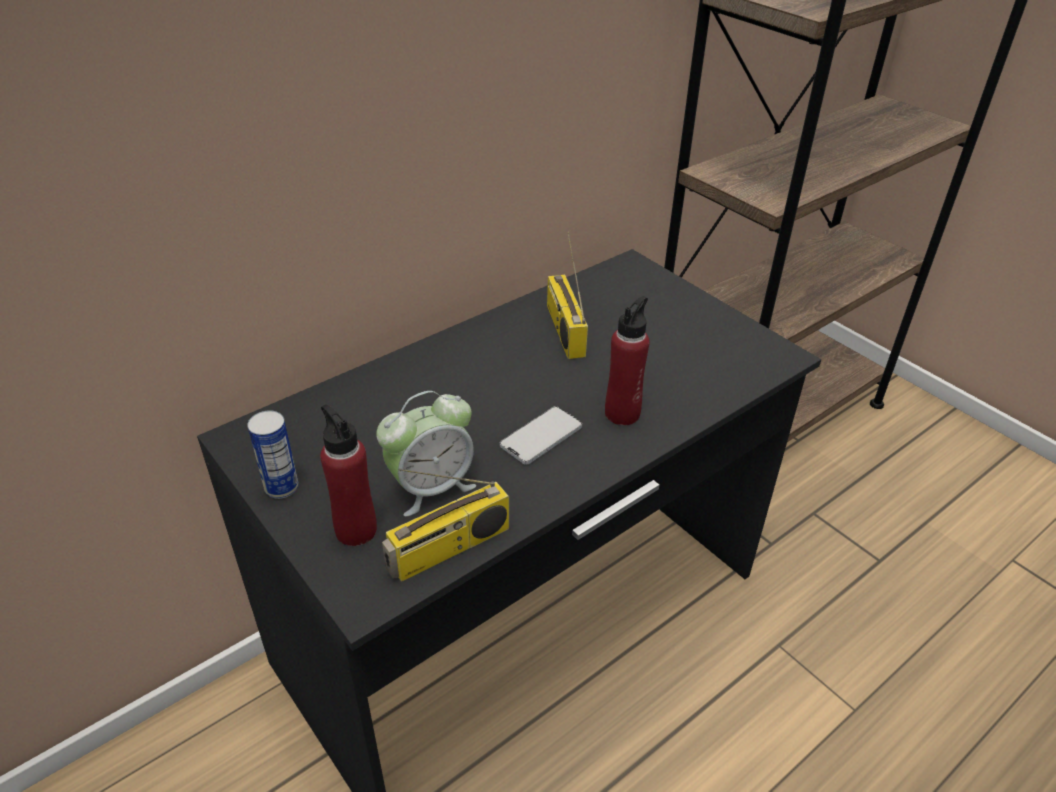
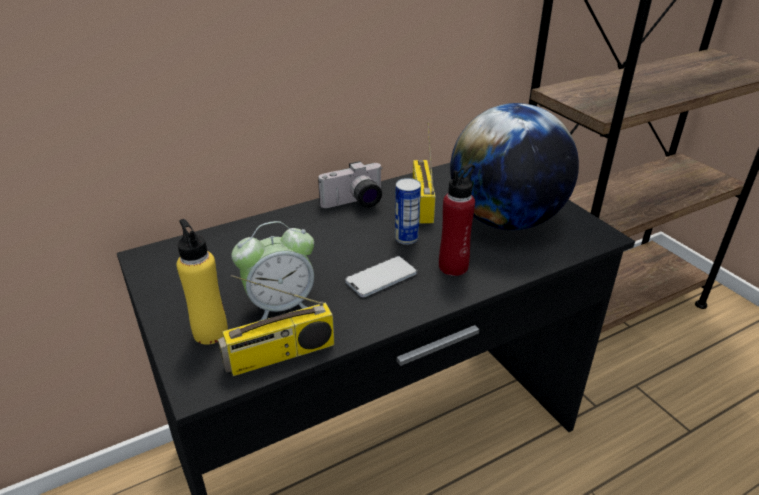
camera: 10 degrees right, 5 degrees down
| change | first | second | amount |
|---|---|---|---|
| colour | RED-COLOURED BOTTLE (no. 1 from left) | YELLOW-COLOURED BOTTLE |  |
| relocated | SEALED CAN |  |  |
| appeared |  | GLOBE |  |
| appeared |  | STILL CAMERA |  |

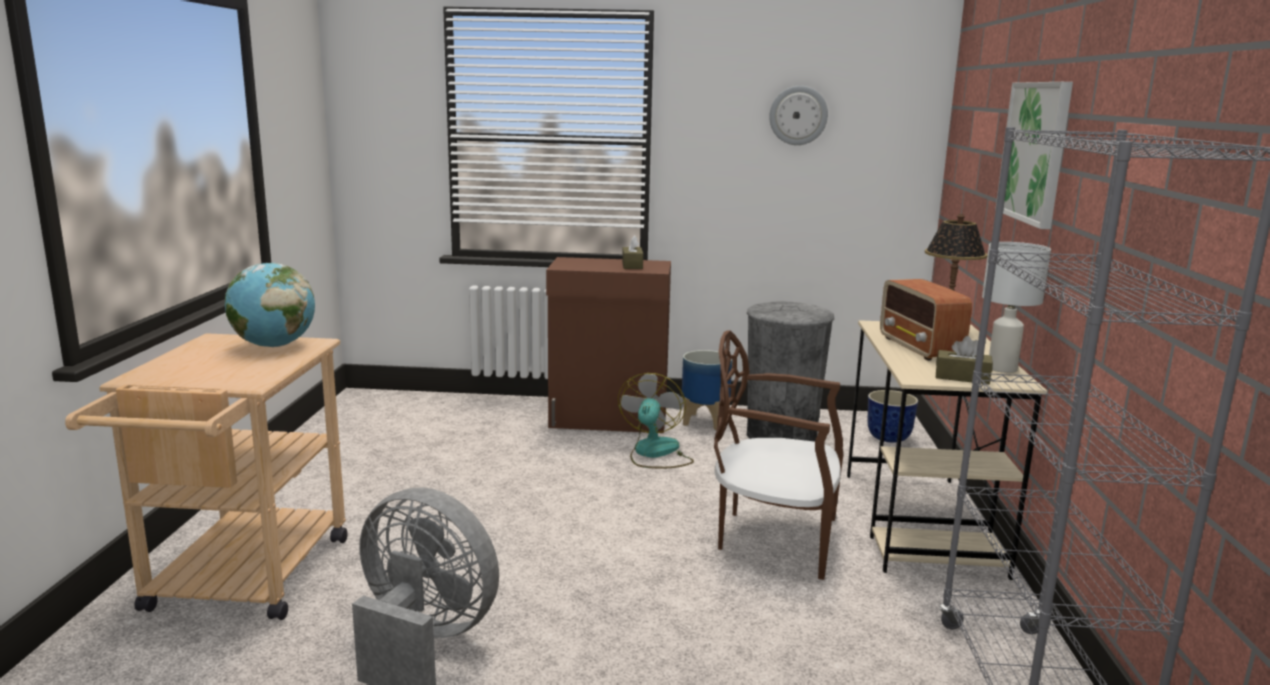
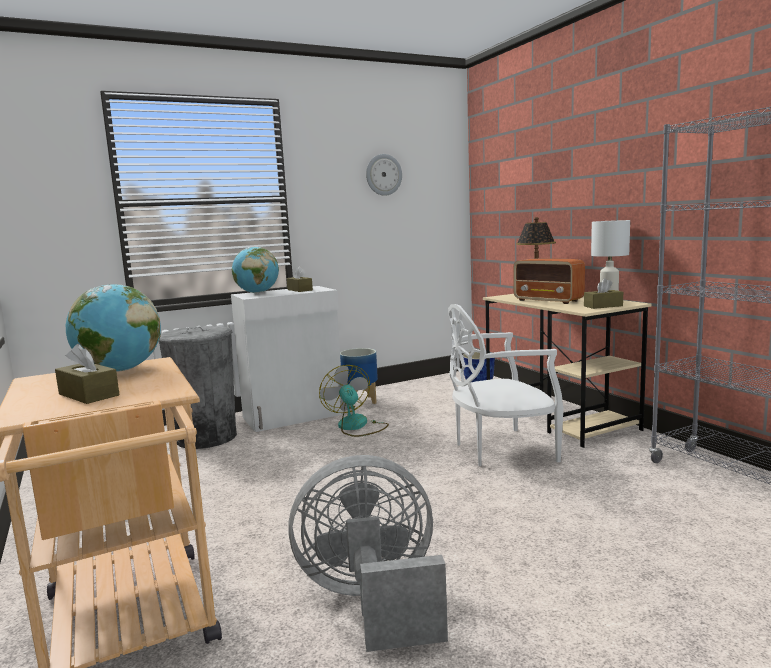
camera: 30 degrees left, 5 degrees down
| change | first | second | amount |
|---|---|---|---|
| missing | PICTURE |  |  |
| colour | BROWN-COLOURED CUPBOARD | WHITE-COLOURED CUPBOARD |  |
| relocated | GRAY WASTE BIN |  |  |
| colour | BROWN-COLOURED PLAIN CHAIR | WHITE-COLOURED PLAIN CHAIR |  |
| appeared |  | GLOBE (no. 2 from left) |  |
| appeared |  | BROWN-COLOURED TISSUE HOLDER (no. 1 from left) |  |

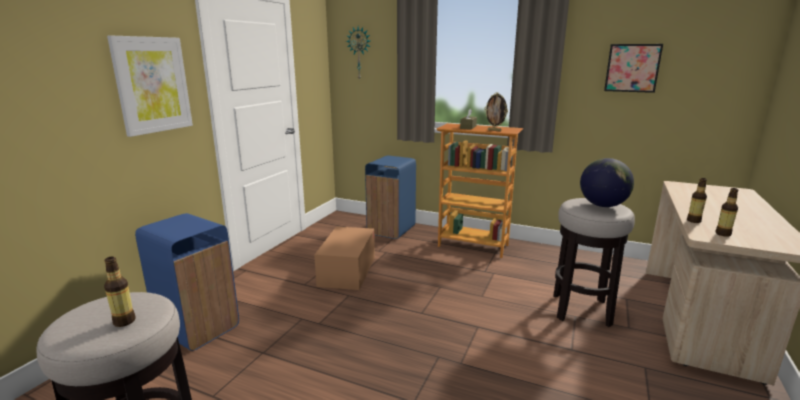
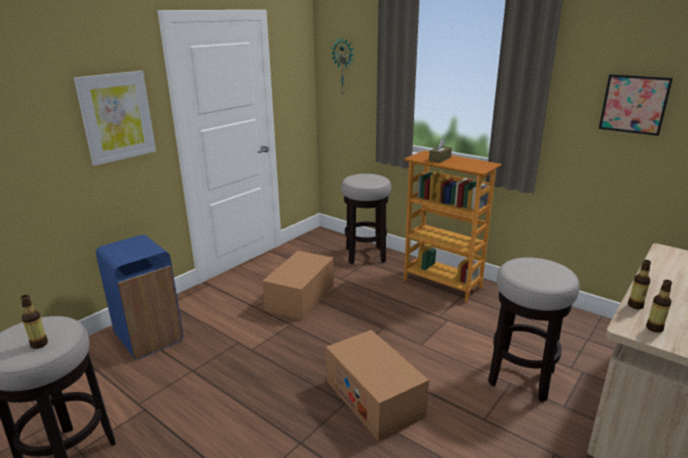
camera: 15 degrees right, 5 degrees up
| change | first | second | amount |
|---|---|---|---|
| missing | STANDING FRAME |  |  |
| exchanged | BLUE WASTE BIN (no. 2 from left) | STOOL (no. 2 from left) |  |
| missing | GLOBE |  |  |
| appeared |  | CARTON (no. 2 from left) |  |

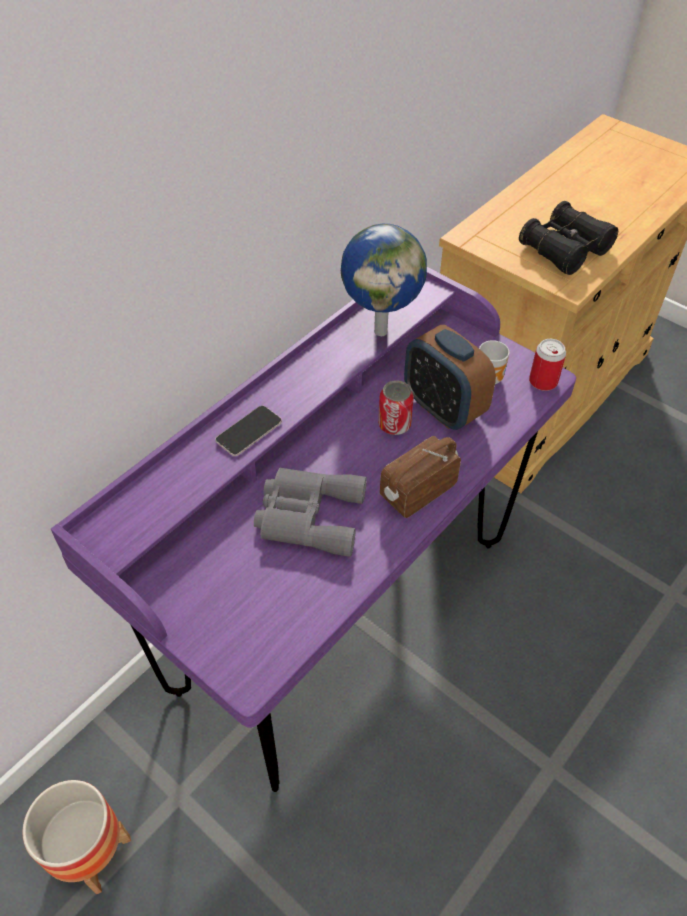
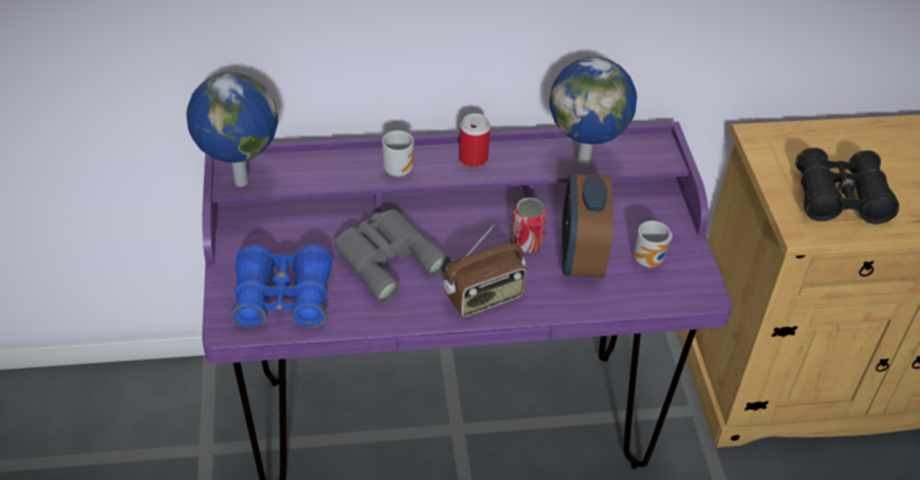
camera: 40 degrees right, 5 degrees down
| change | first | second | amount |
|---|---|---|---|
| relocated | SEALED CAN (no. 2 from left in the first image) | SEALED CAN (no. 1 from left) |  |
| exchanged | PHONE | COFFEE MUG (no. 1 from left) |  |
| spun | RADIO |  | 150 degrees clockwise |
| missing | FLOWER POT |  |  |
| appeared |  | GLOBE (no. 1 from left) |  |
| appeared |  | BLUE PAIR OF BINOCULARS |  |

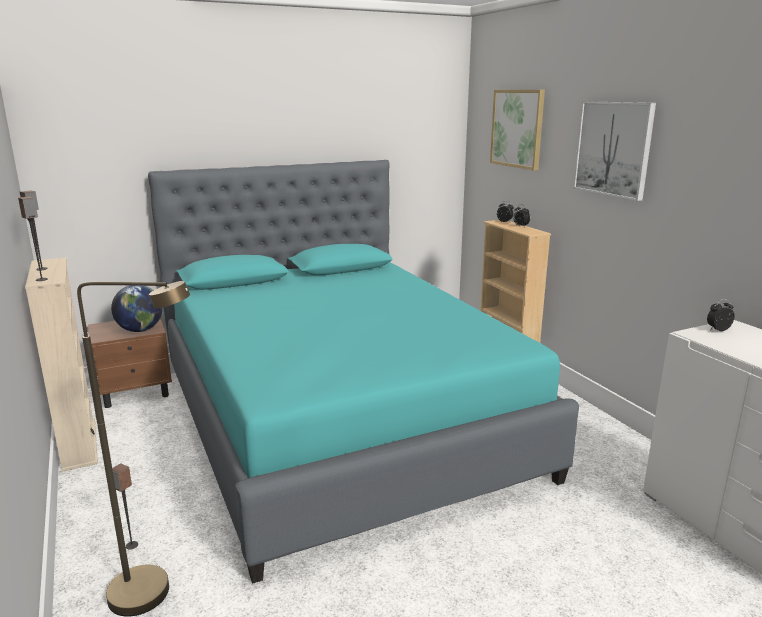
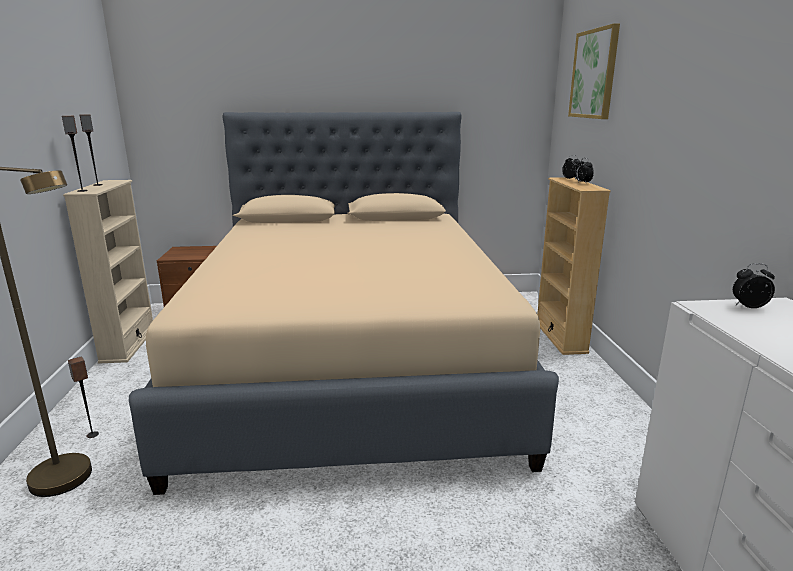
camera: 20 degrees right, 0 degrees up
| change | first | second | amount |
|---|---|---|---|
| missing | PICTURE (no. 2 from left) |  |  |
| colour | BLUE-GREEN SLEEPING BED | BEIGE SLEEPING BED |  |
| missing | GLOBE |  |  |

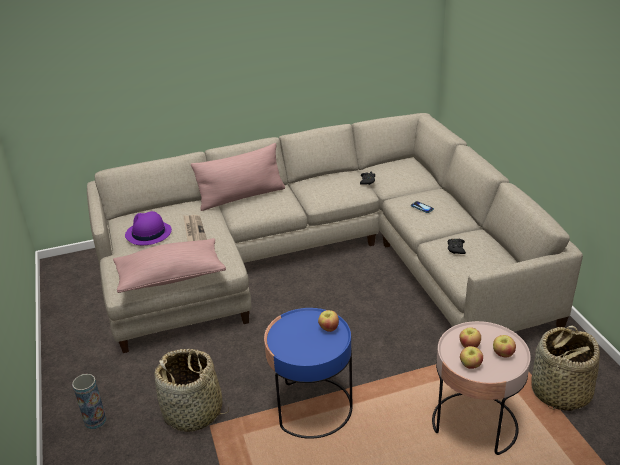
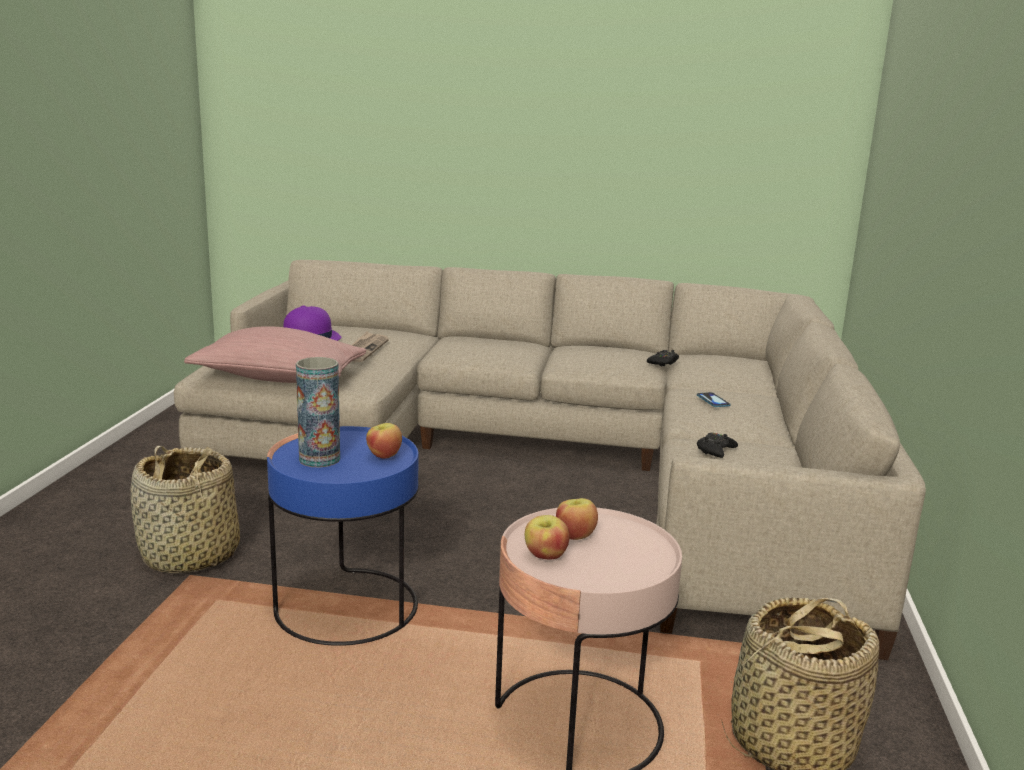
camera: 25 degrees right, 15 degrees down
| change | first | second | amount |
|---|---|---|---|
| missing | PINK-COLOURED THROW PILLOW (no. 2 from left) |  |  |
| missing | WHOLE APPLE (no. 4 from left) |  |  |
| relocated | FLOWER VASE |  |  |

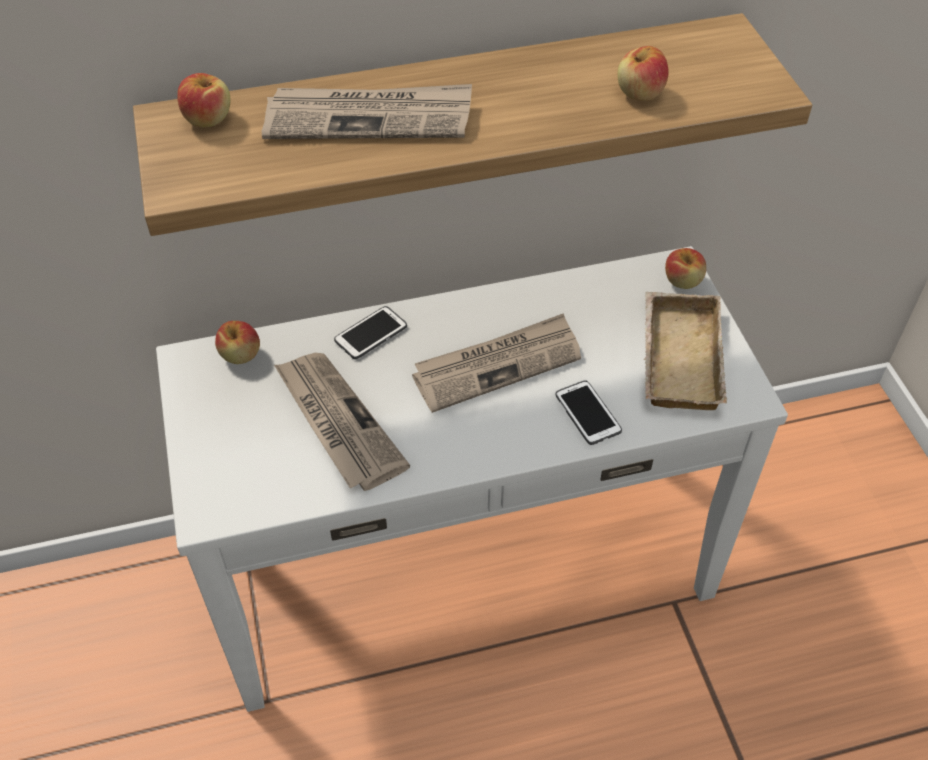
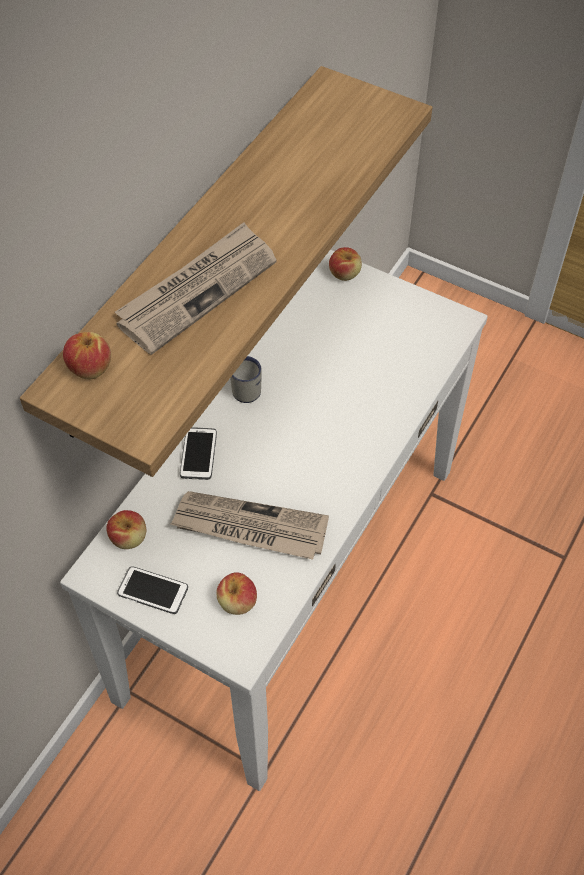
camera: 45 degrees left, 5 degrees up
| change | first | second | amount |
|---|---|---|---|
| relocated | WHOLE APPLE (no. 3 from left) |  |  |
| missing | BEIGE SERVING TRAY |  |  |
| missing | DAILY PAPER (no. 3 from left) |  |  |
| relocated | PHONE (no. 2 from left in the first image) | PHONE (no. 1 from left) |  |
| appeared |  | WHITE-COLOURED COFFEE MUG |  |

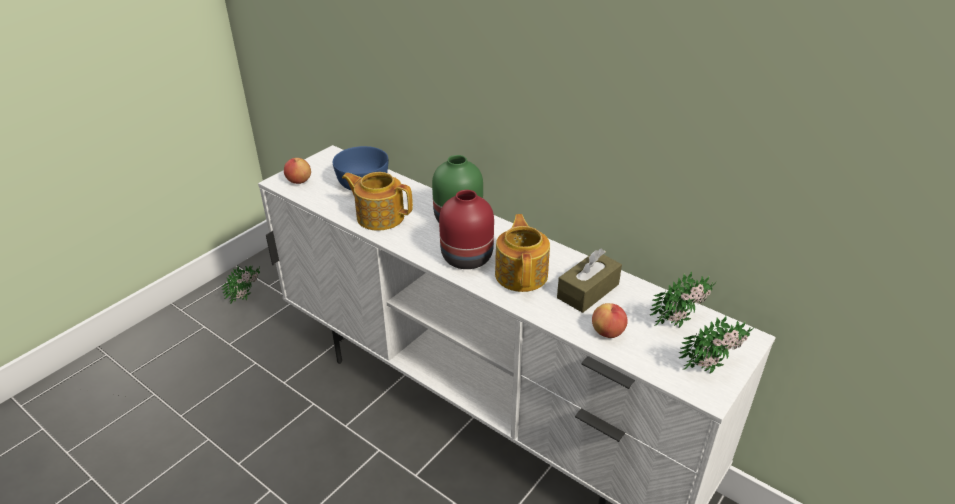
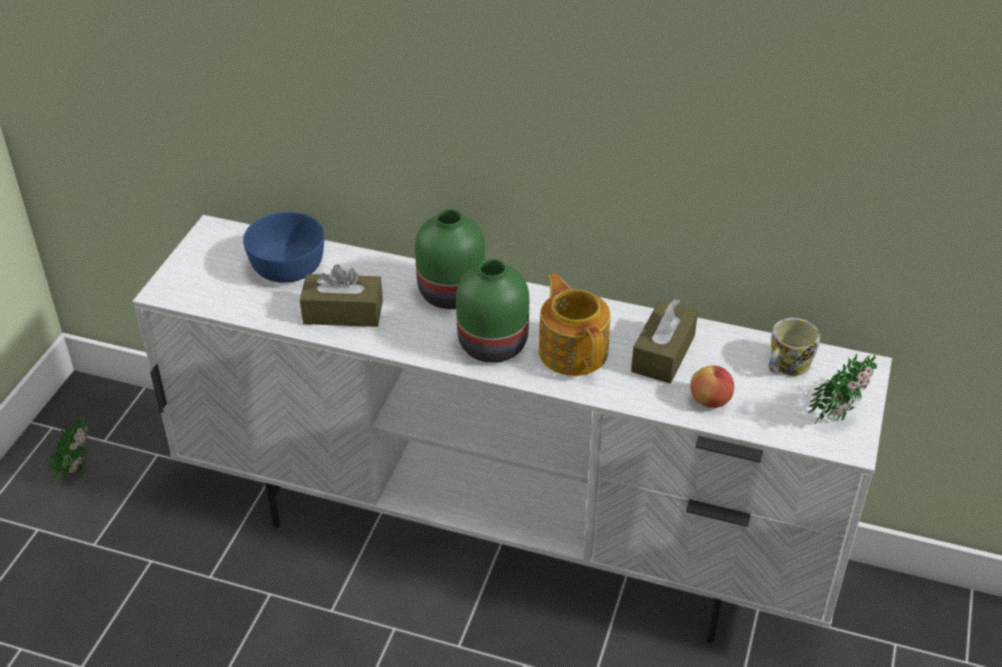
camera: 20 degrees left, 5 degrees up
| change | first | second | amount |
|---|---|---|---|
| missing | WHOLE APPLE (no. 1 from left) |  |  |
| exchanged | TEAPOT (no. 1 from left) | BROWN-COLOURED TISSUE HOLDER (no. 1 from left) |  |
| colour | RED-COLOURED FLOWER VASE | GREEN-COLOURED FLOWER VASE (no. 2 from left) |  |
| exchanged | HOUSEPLANT (no. 2 from left) | COFFEE MUG |  |

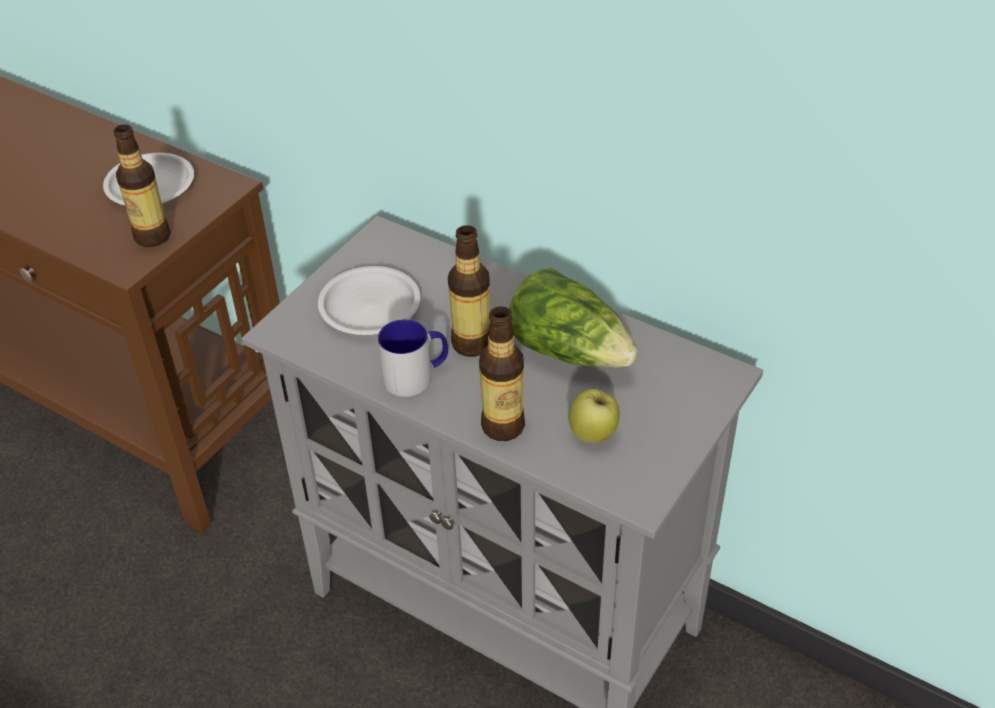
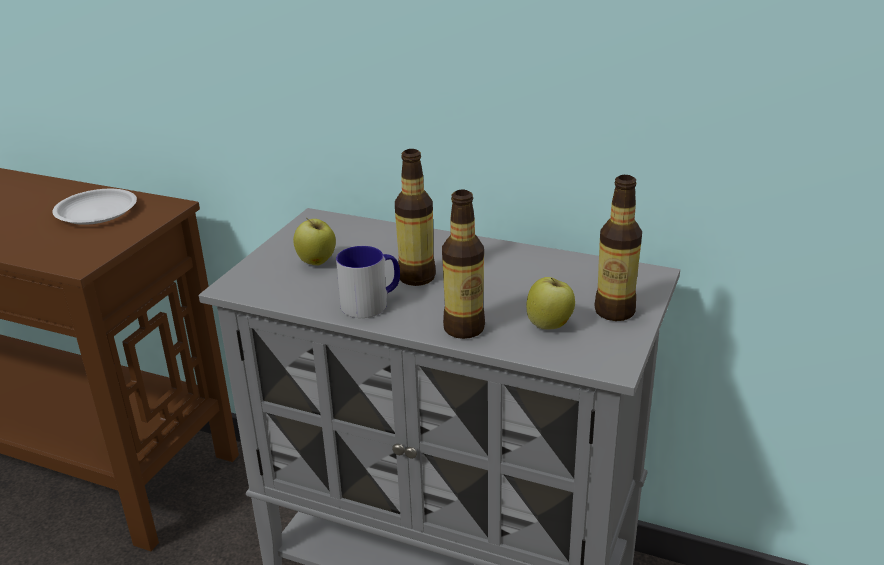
camera: 10 degrees left, 15 degrees down
| change | first | second | amount |
|---|---|---|---|
| relocated | BOTTLE (no. 1 from left in the first image) | BOTTLE (no. 3 from left) |  |
| exchanged | WHITE-COLOURED FLAT DISH (no. 2 from left) | WHOLE APPLE (no. 1 from left) |  |
| missing | HEAD OF LETTUCE |  |  |

